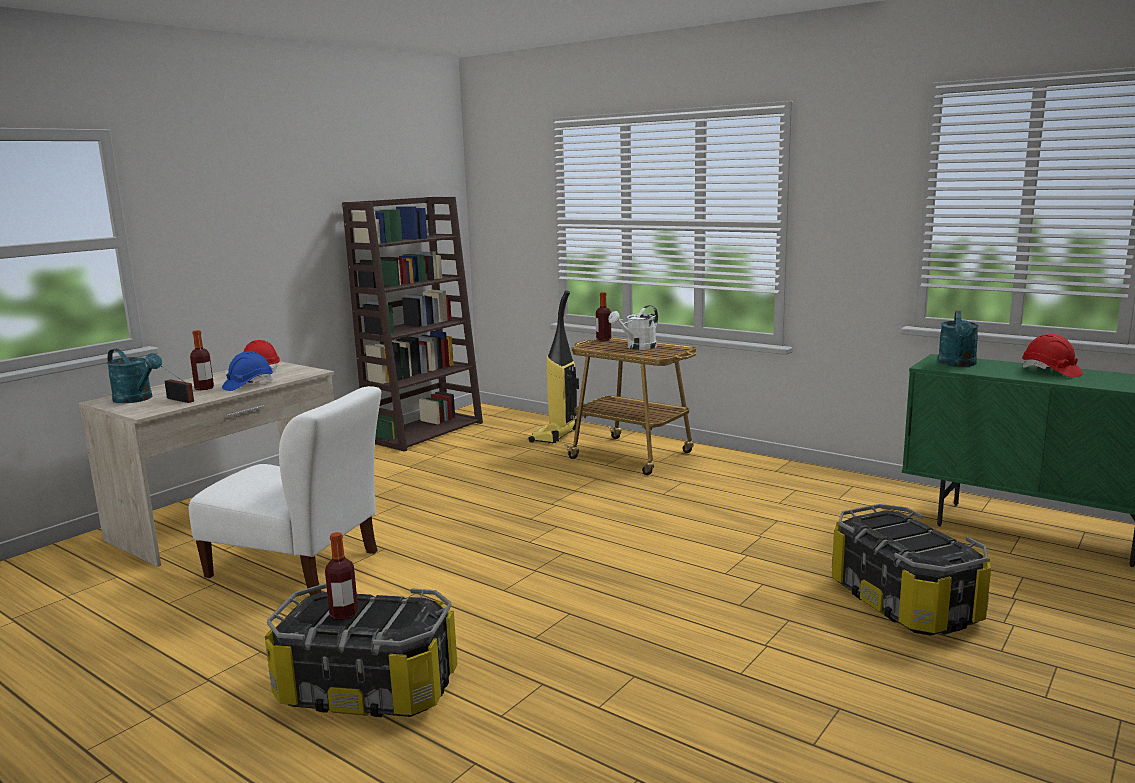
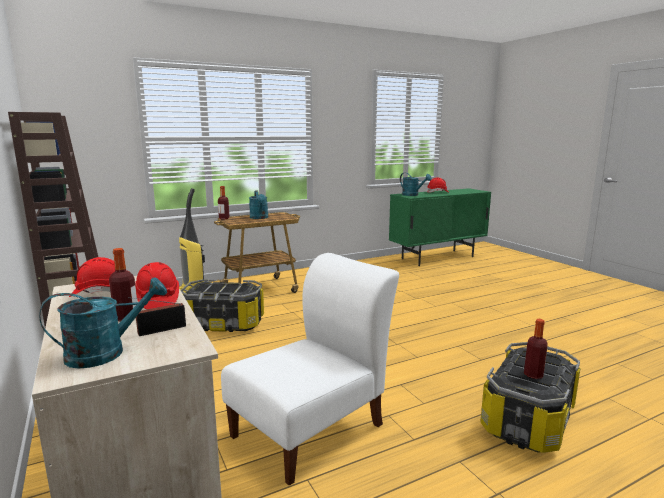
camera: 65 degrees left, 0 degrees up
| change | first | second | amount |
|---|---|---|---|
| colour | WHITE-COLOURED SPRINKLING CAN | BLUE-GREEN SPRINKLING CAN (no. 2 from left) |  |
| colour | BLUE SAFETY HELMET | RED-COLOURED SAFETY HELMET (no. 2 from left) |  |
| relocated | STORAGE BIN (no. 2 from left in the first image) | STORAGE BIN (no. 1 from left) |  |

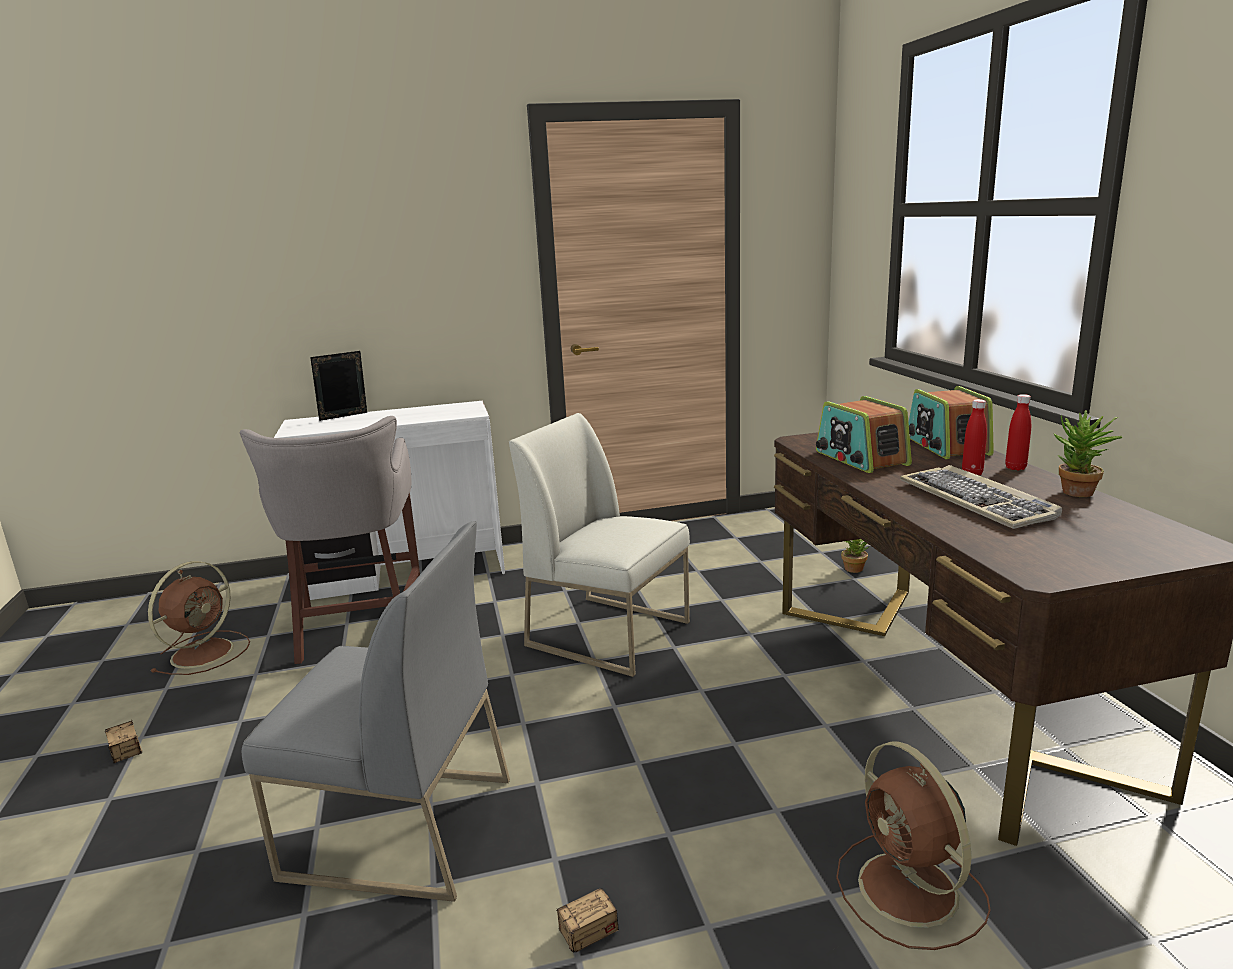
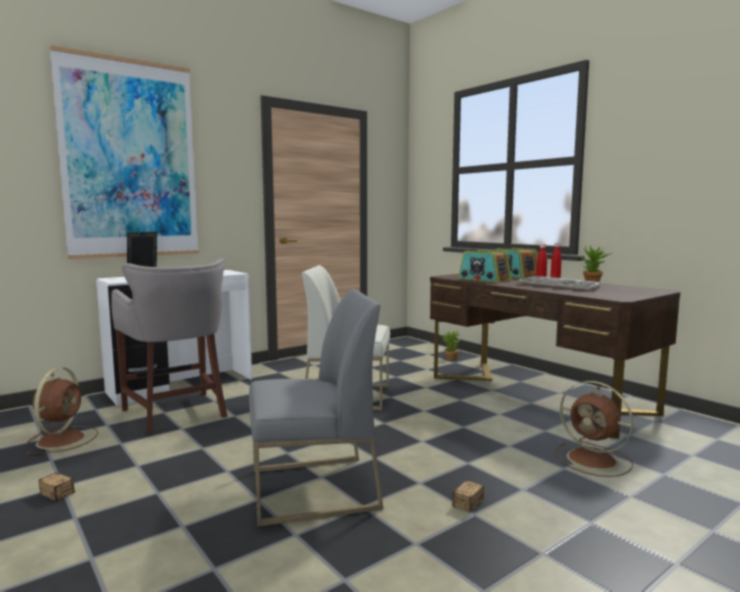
camera: 25 degrees left, 10 degrees down
| change | first | second | amount |
|---|---|---|---|
| appeared |  | PICTURE |  |

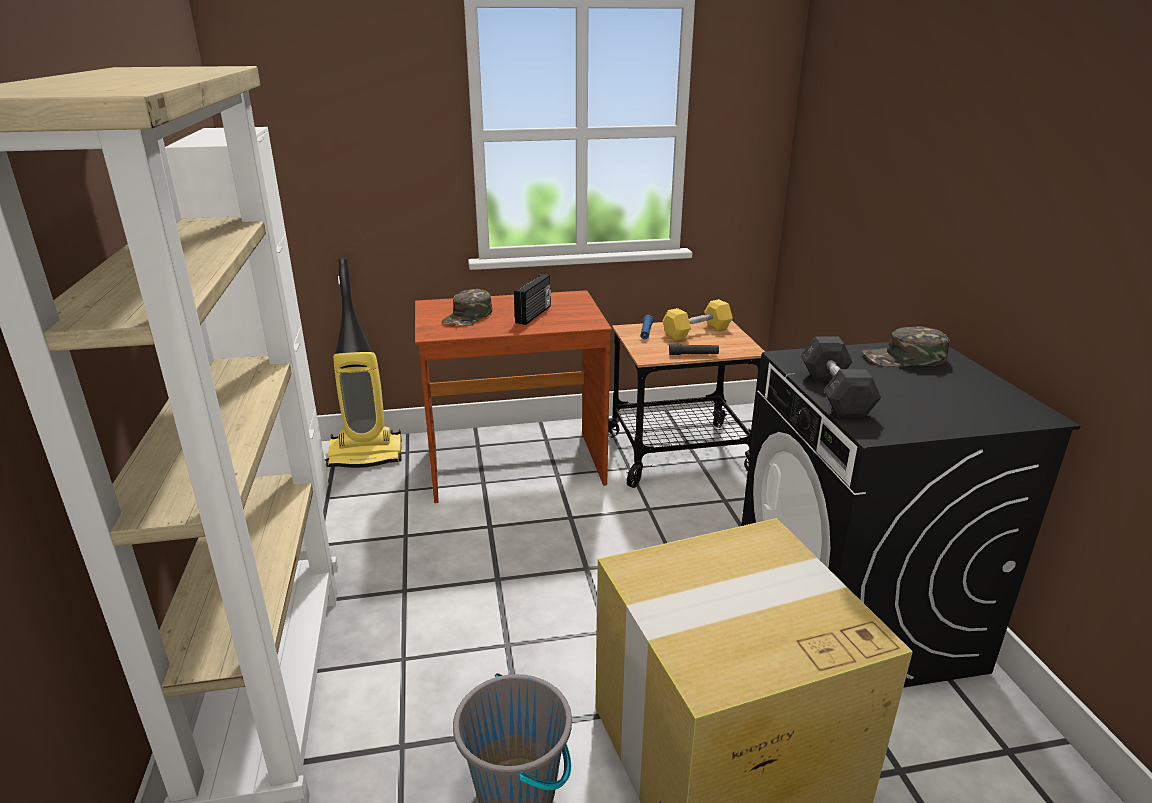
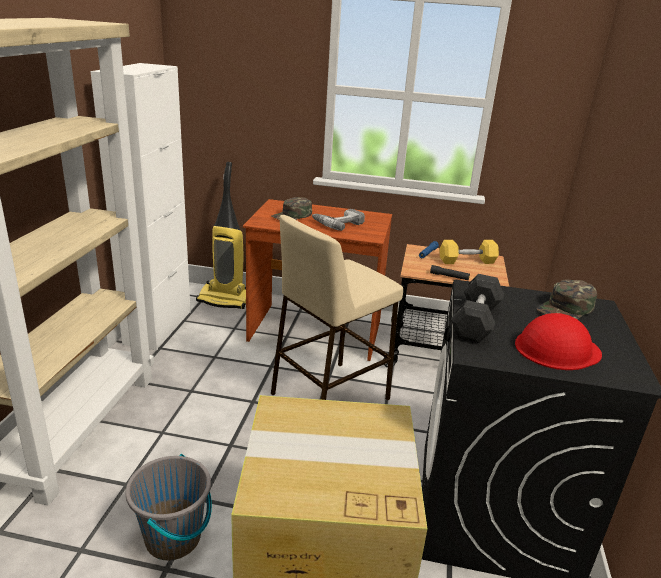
camera: 20 degrees right, 0 degrees up
| change | first | second | amount |
|---|---|---|---|
| exchanged | RADIO | ELECTRIC DRILL |  |
| spun | GREEN-COLOURED CAP (no. 2 from left) |  | 60 degrees counterclockwise |
| appeared |  | BEIGE STOOL |  |
| appeared |  | RED-COLOURED SAFETY HELMET |  |

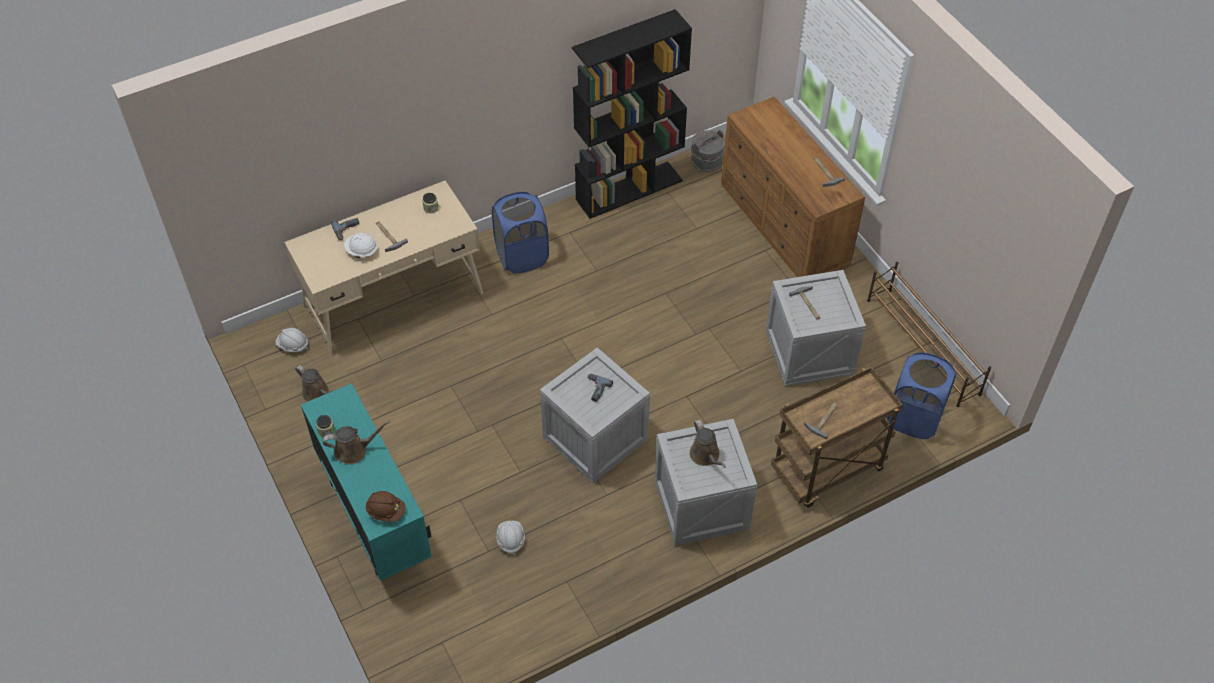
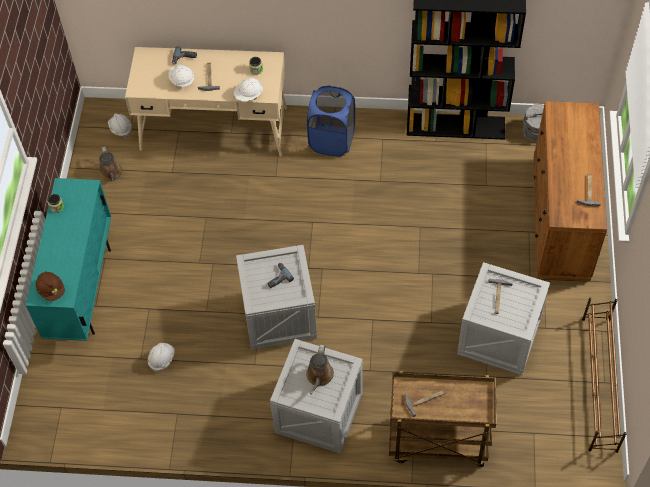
camera: 35 degrees right, 5 degrees up
| change | first | second | amount |
|---|---|---|---|
| missing | BLUE LAUNDRY BASKET (no. 2 from left) |  |  |
| missing | BROWN-COLOURED SPRINKLING CAN (no. 2 from left) |  |  |
| appeared |  | WHITE-COLOURED SAFETY HELMET (no. 4 from left) |  |

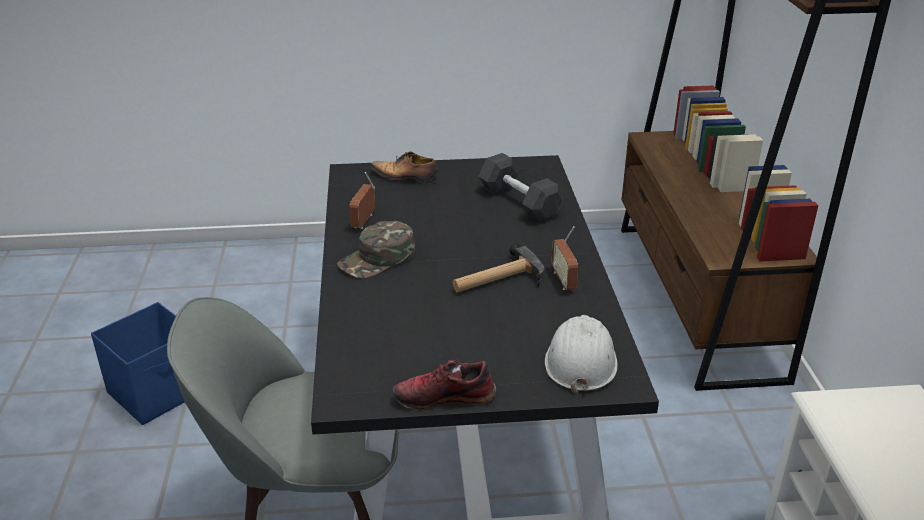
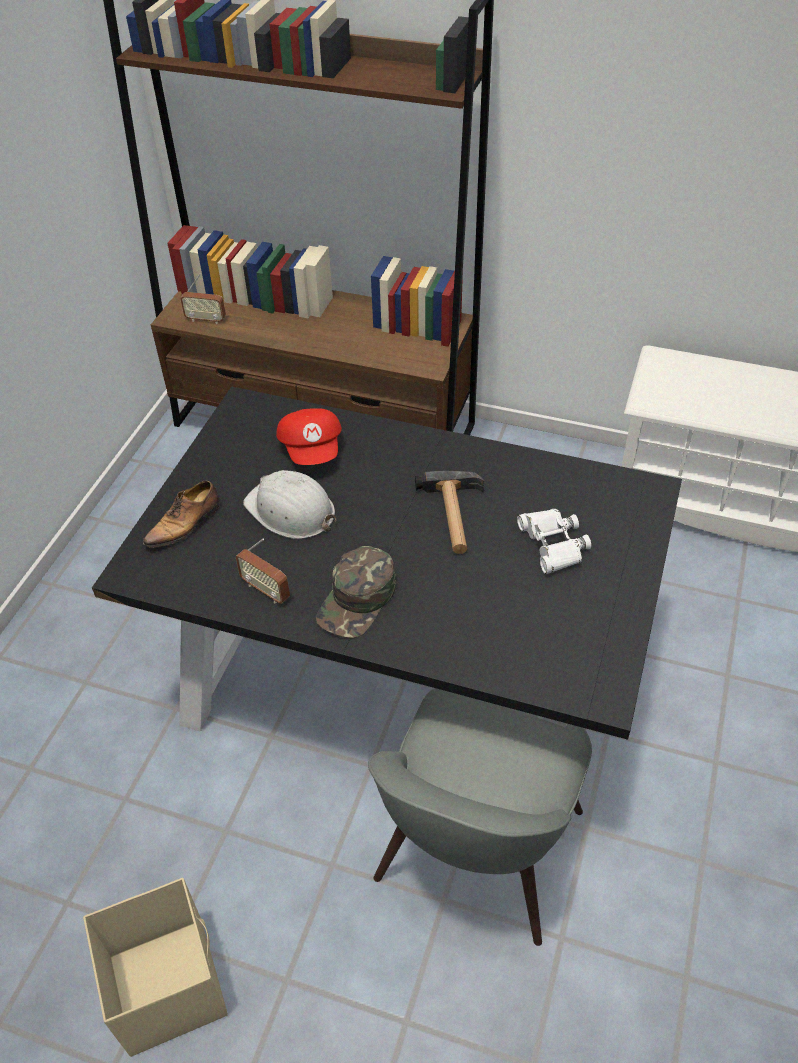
camera: 65 degrees left, 15 degrees up
| change | first | second | amount |
|---|---|---|---|
| exchanged | GRAY FREE WEIGHT | RED-COLOURED CAP |  |
| spun | GREEN-COLOURED CAP |  | 45 degrees clockwise |
| relocated | RADIO (no. 2 from left in the first image) | RADIO (no. 1 from left) |  |
| colour | BLUE STORAGE BIN | BEIGE STORAGE BIN |  |
| relocated | WHITE-COLOURED SAFETY HELMET |  |  |
| missing | LOW SHOE (no. 2 from left) |  |  |
| appeared |  | WHITE-COLOURED PAIR OF BINOCULARS |  |

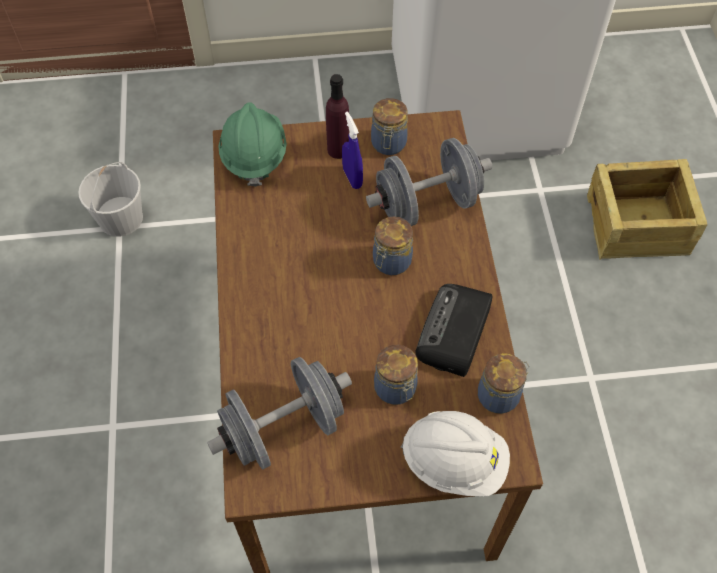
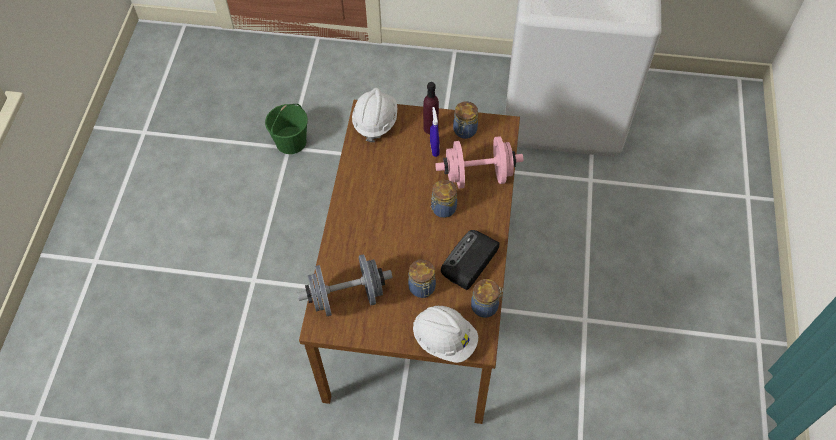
camera: 15 degrees right, 0 degrees up
| change | first | second | amount |
|---|---|---|---|
| colour | GREEN-COLOURED SAFETY HELMET | WHITE-COLOURED SAFETY HELMET (no. 1 from left) |  |
| colour | GRAY FREE WEIGHT (no. 2 from left) | PINK-COLOURED FREE WEIGHT |  |
| missing | PACKING CRATE |  |  |
| colour | WHITE-COLOURED WATER BUCKET | GREEN-COLOURED WATER BUCKET |  |

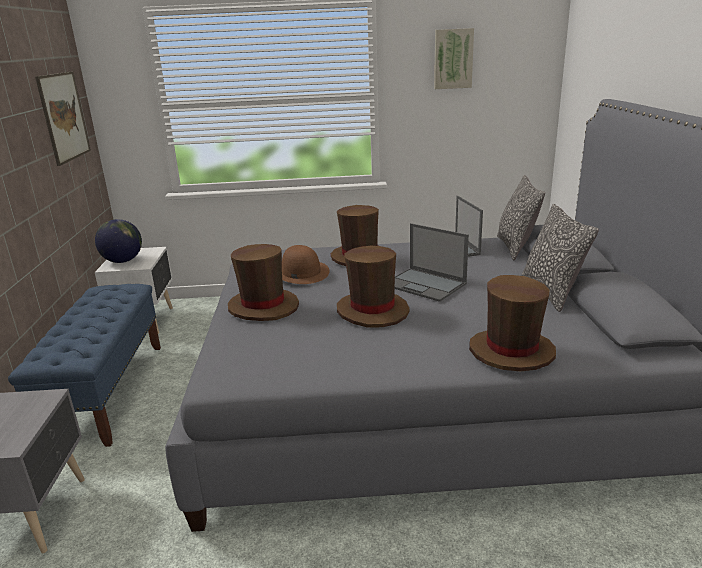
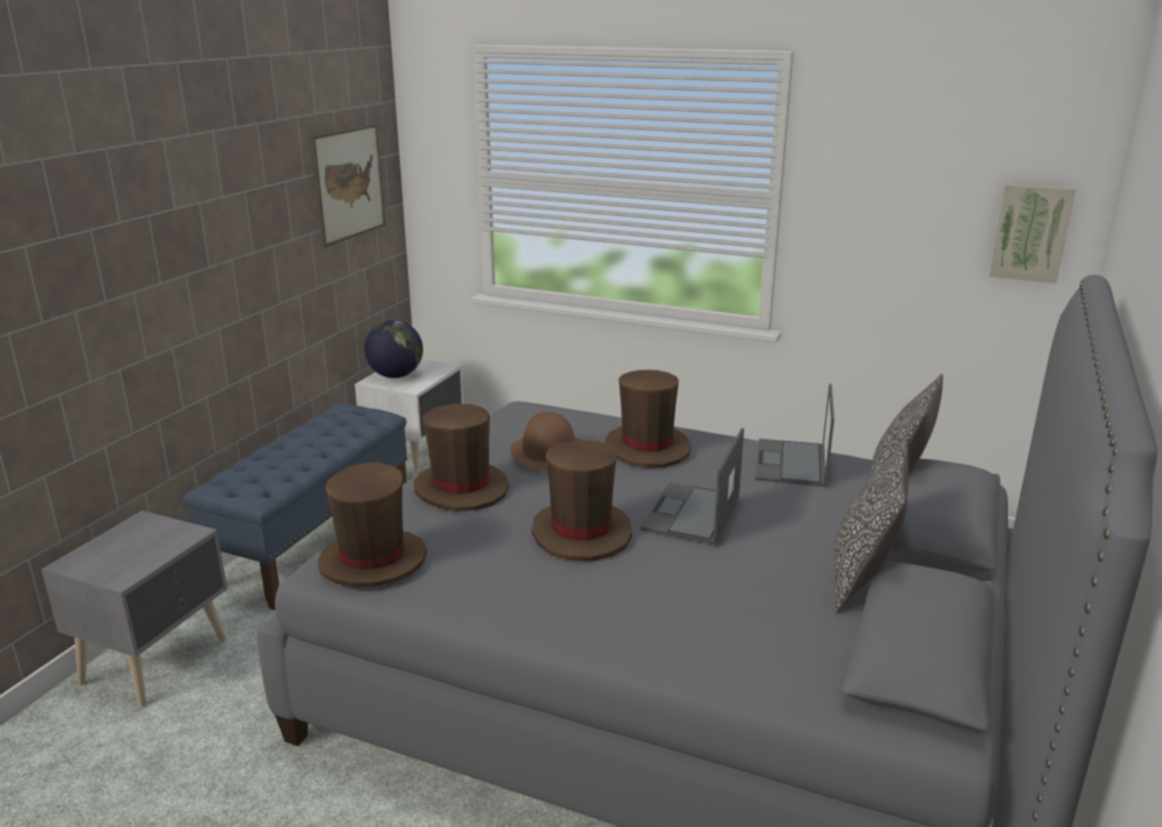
camera: 25 degrees right, 0 degrees up
| change | first | second | amount |
|---|---|---|---|
| relocated | PICTURE (no. 2 from left) |  |  |
| spun | NOTEBOOK COMPUTER (no. 1 from left) |  | 45 degrees clockwise |
| relocated | BROWN-COLOURED CLOTHING HAT (no. 5 from left in the first image) | BROWN-COLOURED CLOTHING HAT (no. 1 from left) |  |

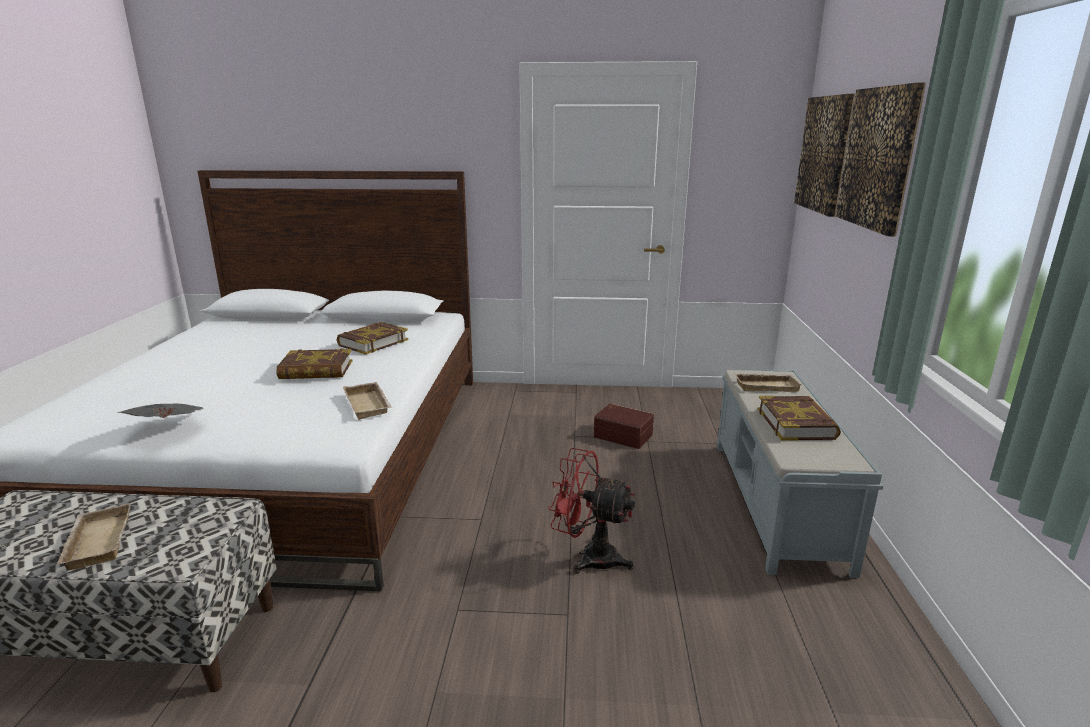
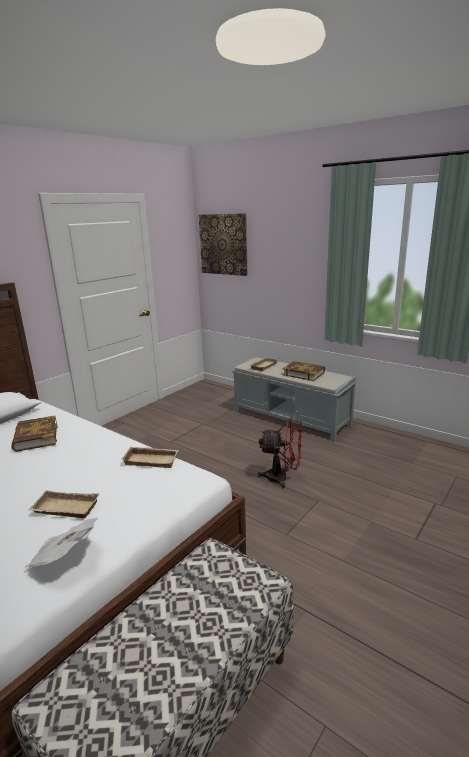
camera: 55 degrees left, 0 degrees up
| change | first | second | amount |
|---|---|---|---|
| missing | PICTURE (no. 2 from left) |  |  |
| missing | BOUND BOOK (no. 1 from left) |  |  |
| missing | BROWN-COLOURED STORAGE BIN |  |  |
| spun | RED-COLOURED ELECTRIC FAN |  | 135 degrees counterclockwise |
| relocated | BEIGE SERVING TRAY (no. 1 from left) |  |  |

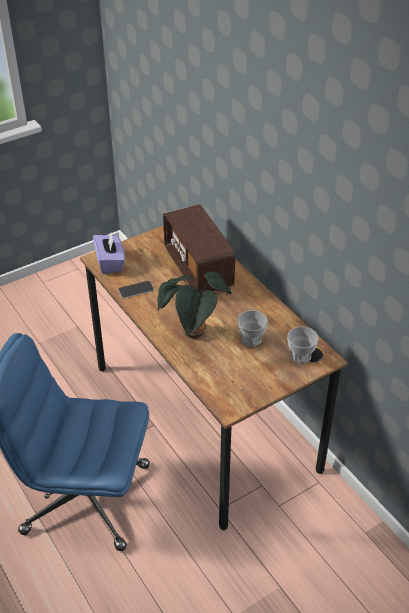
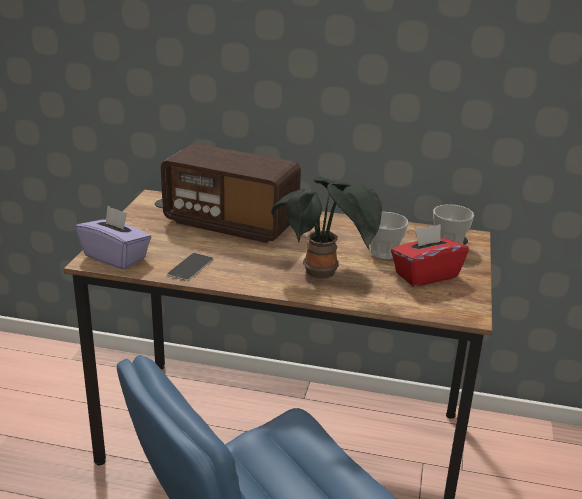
camera: 45 degrees left, 15 degrees down
| change | first | second | amount |
|---|---|---|---|
| appeared |  | RED-COLOURED TISSUE HOLDER |  |

